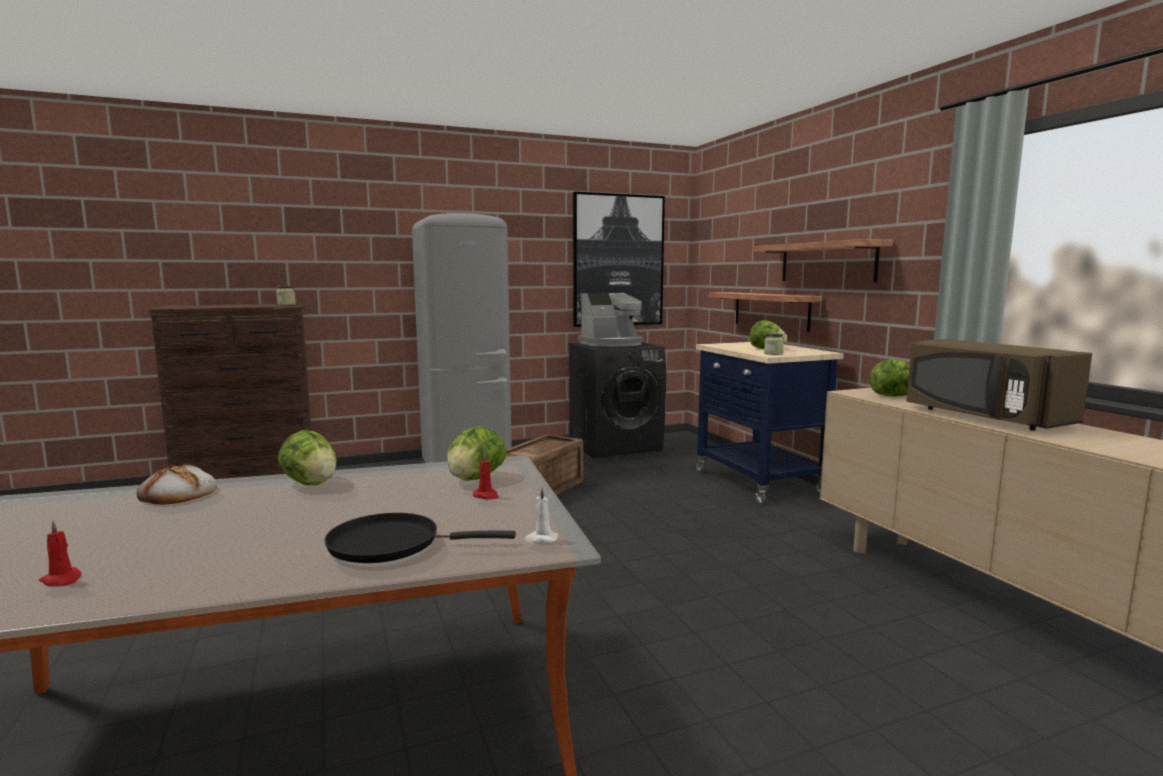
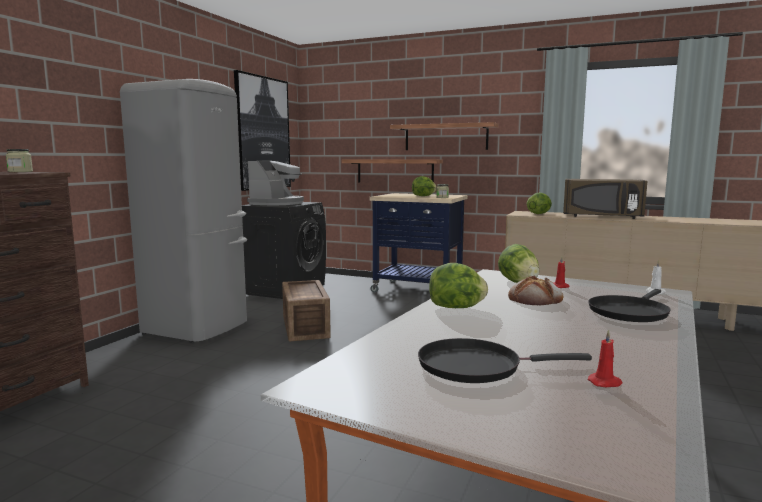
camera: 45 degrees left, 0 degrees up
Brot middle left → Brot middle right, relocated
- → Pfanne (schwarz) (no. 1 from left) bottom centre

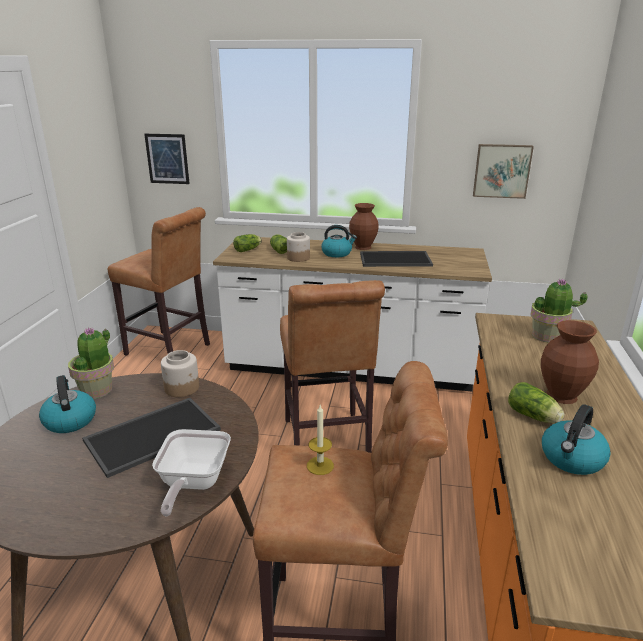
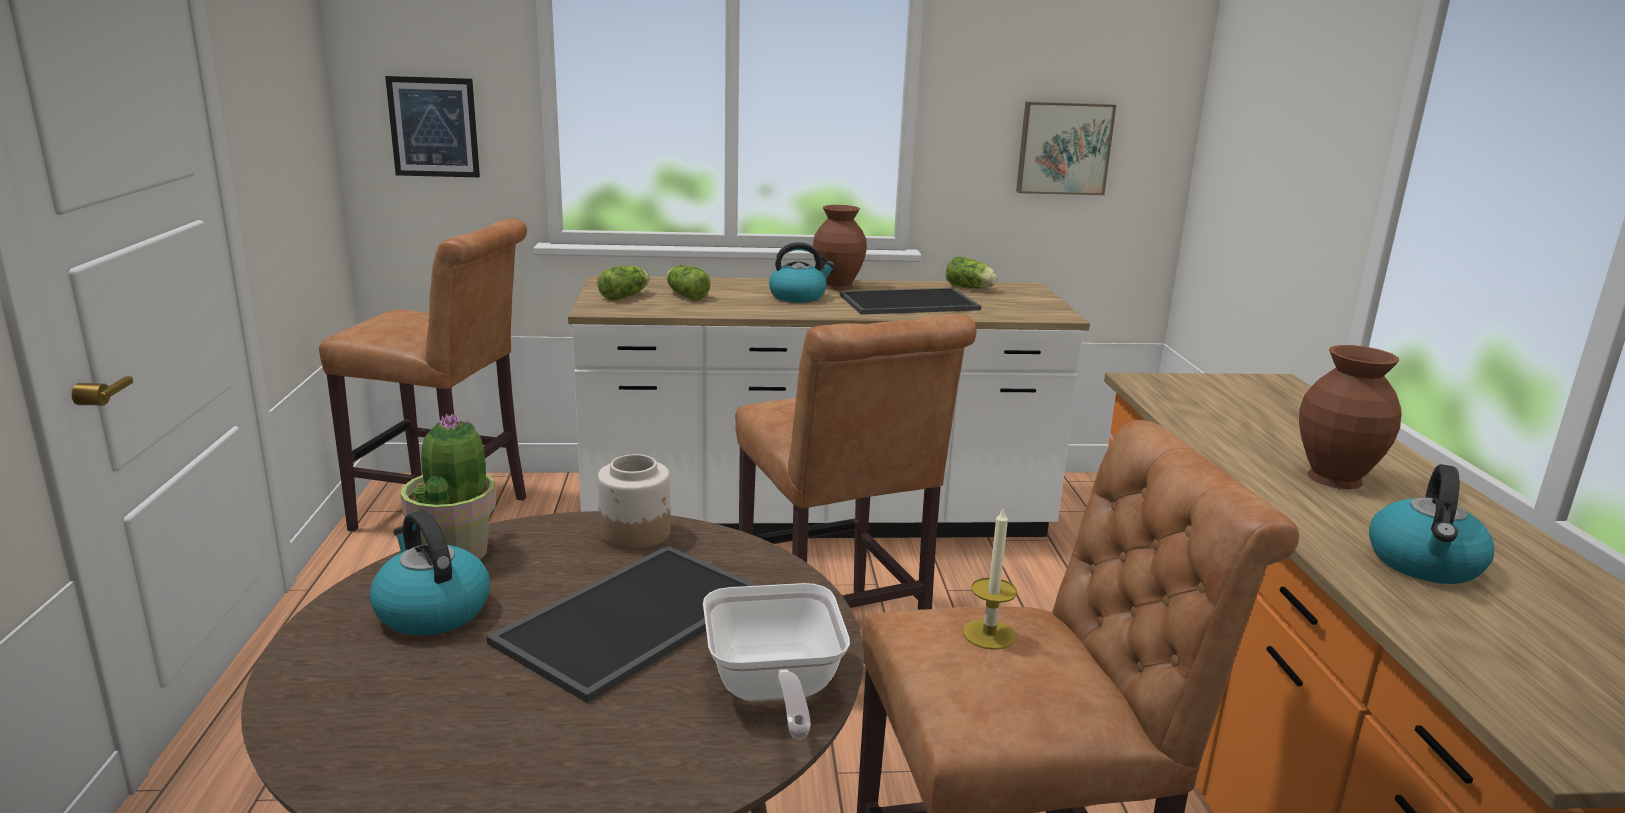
camera: 15 degrees left, 5 degrees down
Vorratsglas (no. 2 from left) centre → -
Salatkopf (no. 3 from left) middle right → Salatkopf (no. 3 from left) centre, relocated
Topfpflanze (no. 2 from left) middle right → -

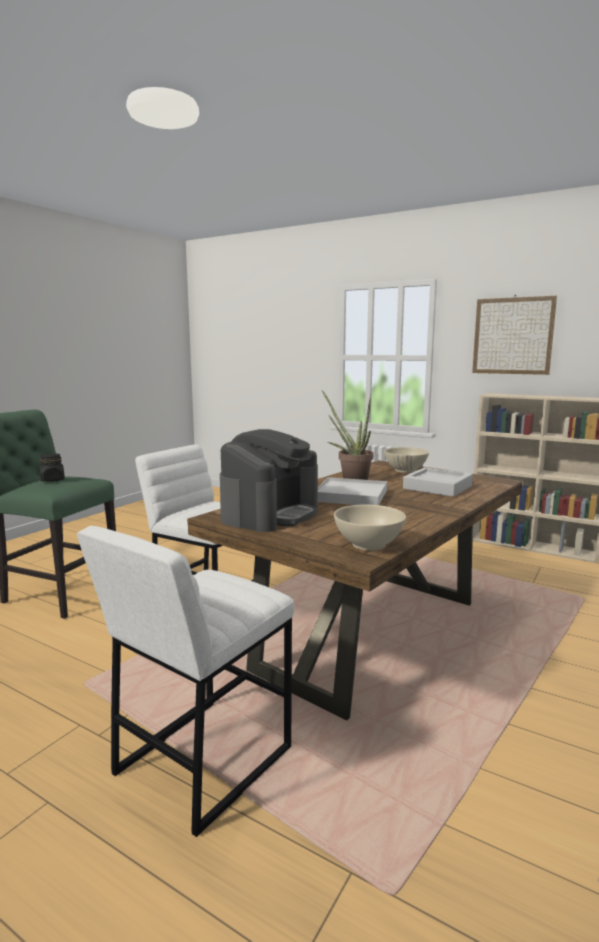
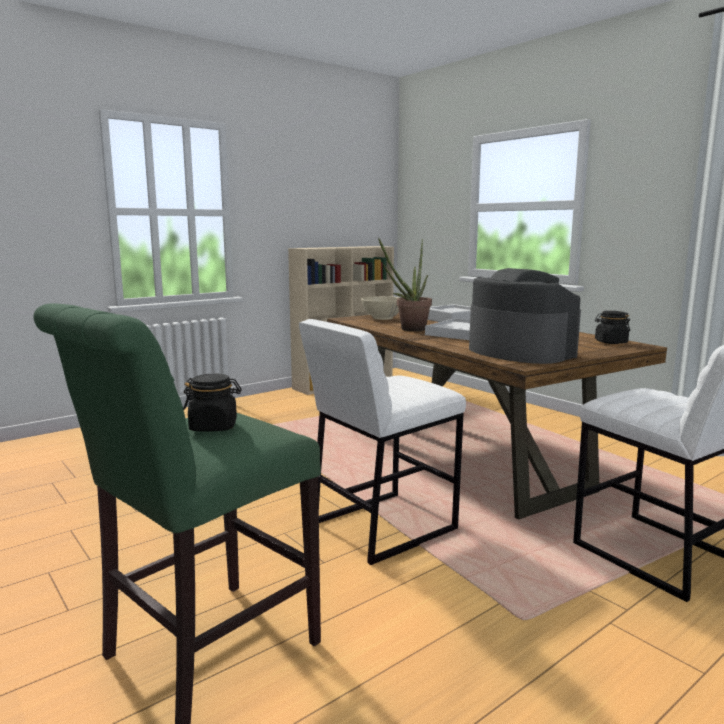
camera: 70 degrees left, 0 degrees up
Schüssel (beige) (no. 1 from left) centre → Vorratsglas (schwarz) (no. 2 from left) middle right
Bild middle right → -

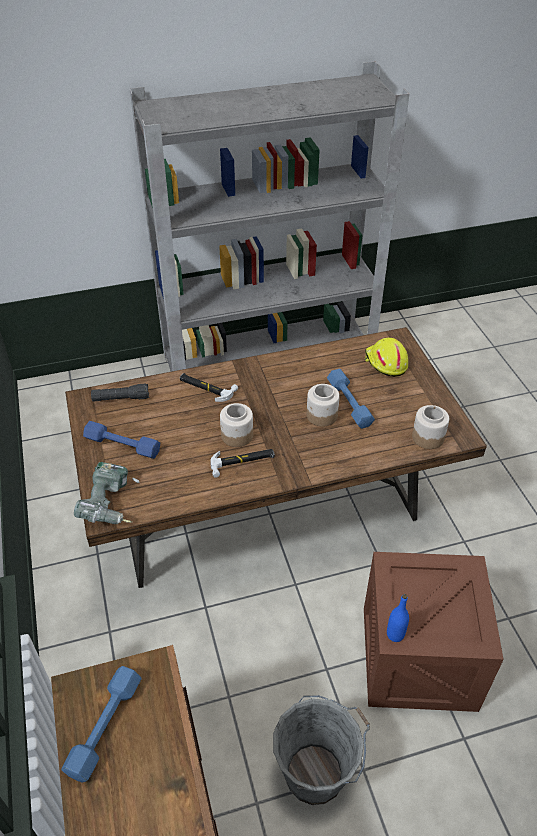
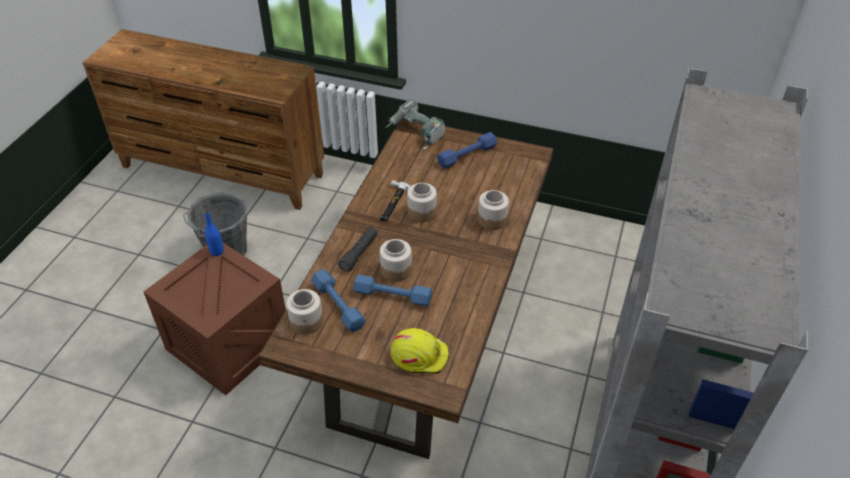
camera: 125 degrees right, 0 degrees up
Hantel (blau) (no. 1 from left) bottom left → Hantel (blau) (no. 1 from left) centre, relocated
Taschenlampe (schwarz) middle left → Taschenlampe (schwarz) centre, relocated
Hammer (no. 1 from left) centre → Vorratsglas (no. 4 from left) centre

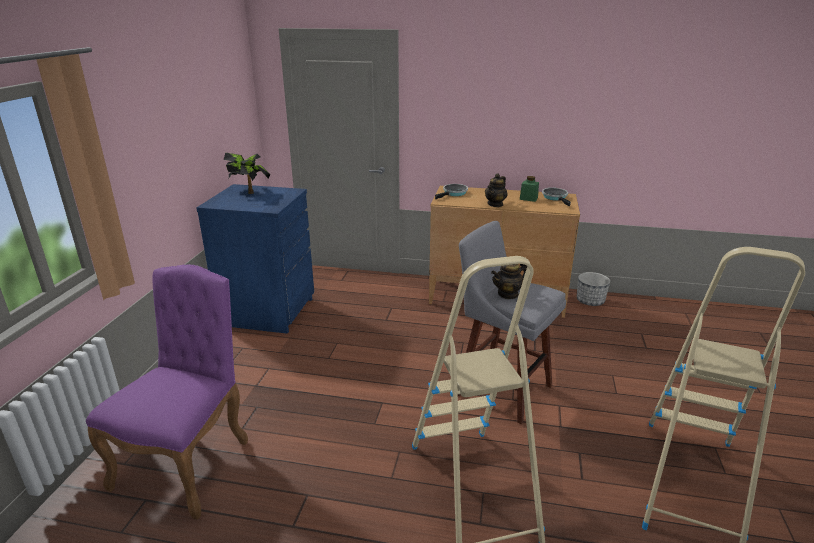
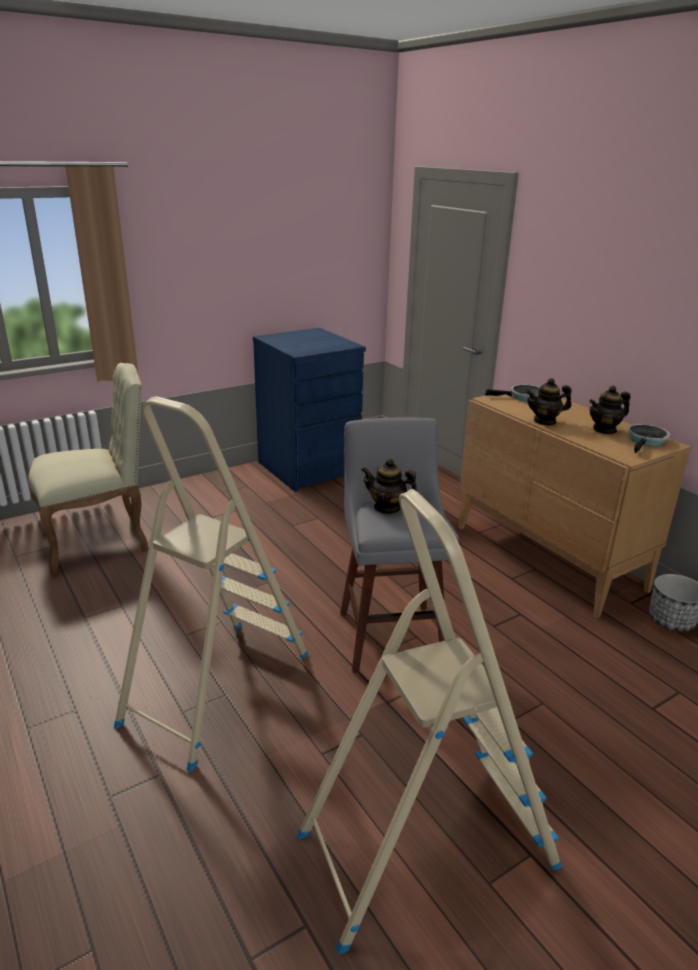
camera: 45 degrees right, 0 degrees up
Stuhl (lila) bottom left → Stuhl (beige) middle left
Topfpflanze top left → -
Vorratsglas (grün) centre → Teekanne (no. 3 from left) middle right

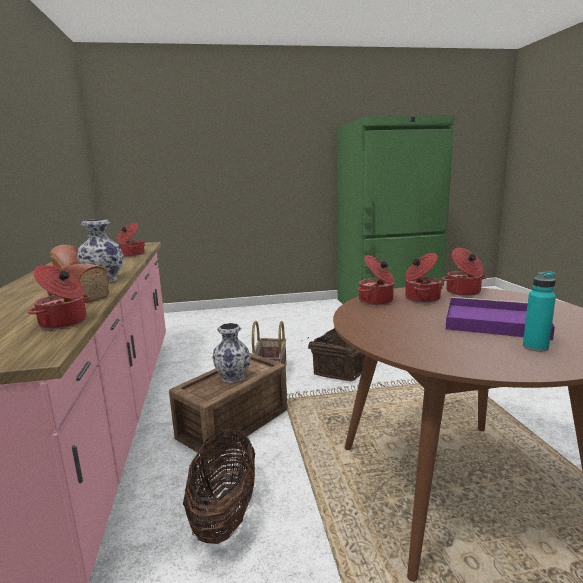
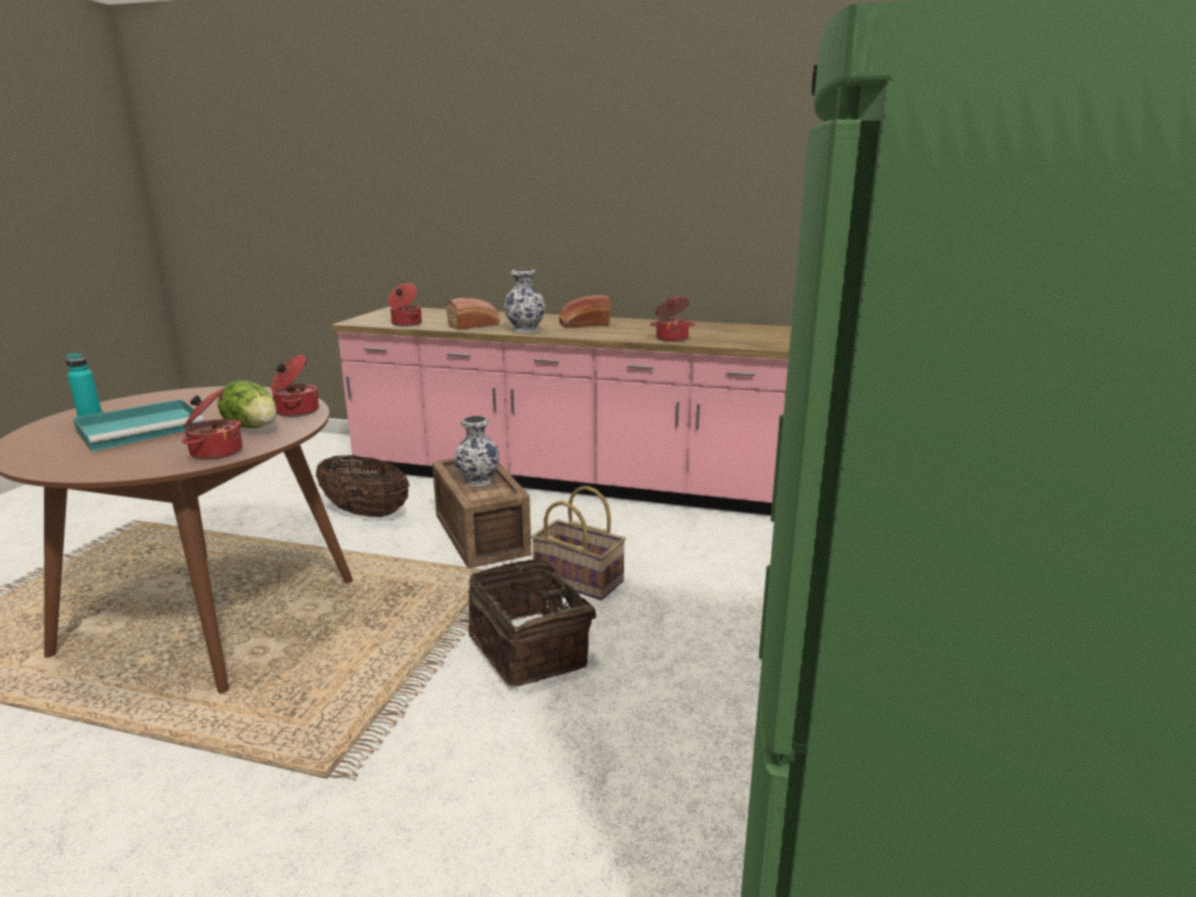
camera: 115 degrees right, 5 degrees up
Kochtopf (no. 4 from left) middle right → Salatkopf middle left
Tablett (lila) middle right → Tablett (türkis) middle left

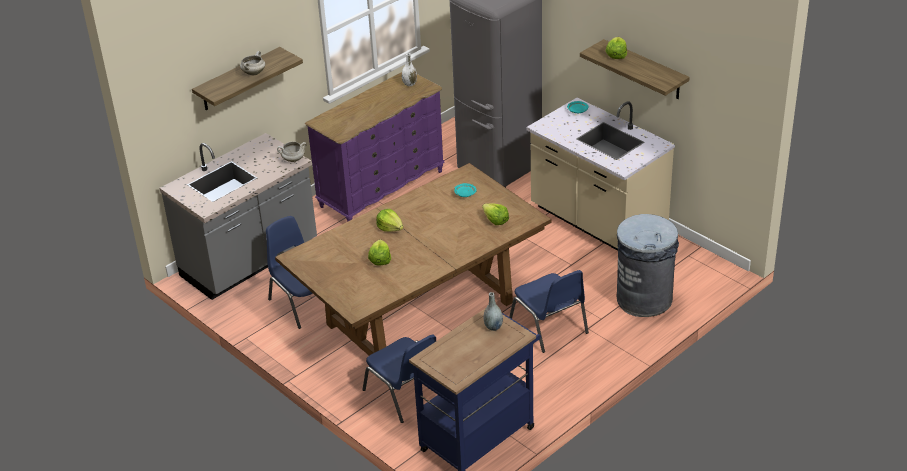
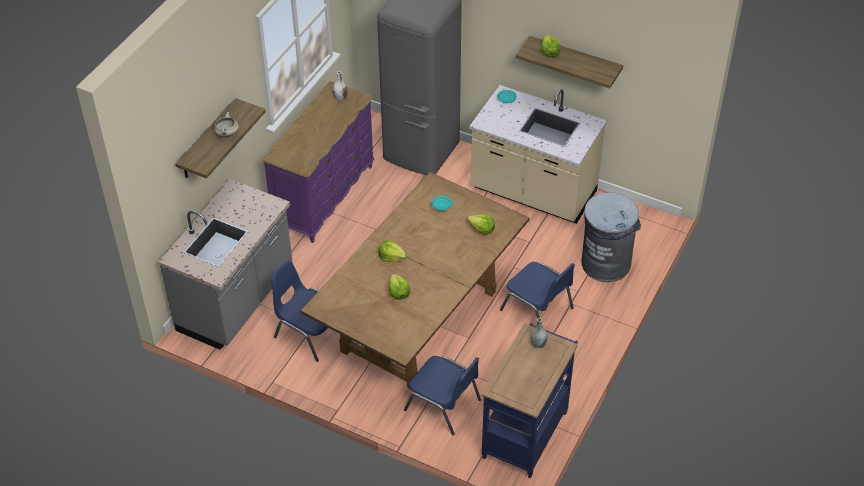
camera: 20 degrees left, 10 degrees up
Kochtopf (weiß) (no. 2 from left) top left → -

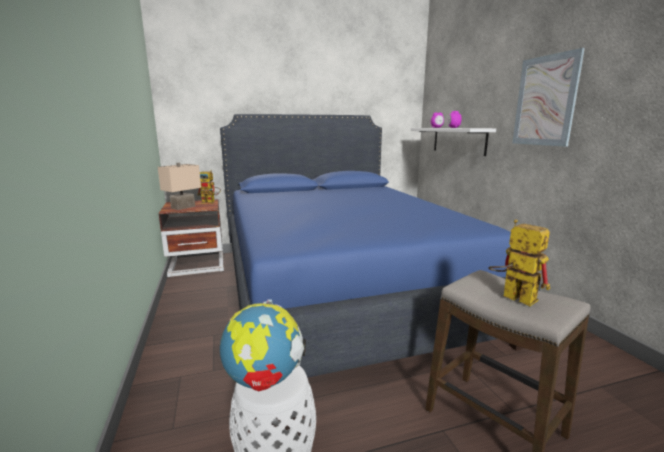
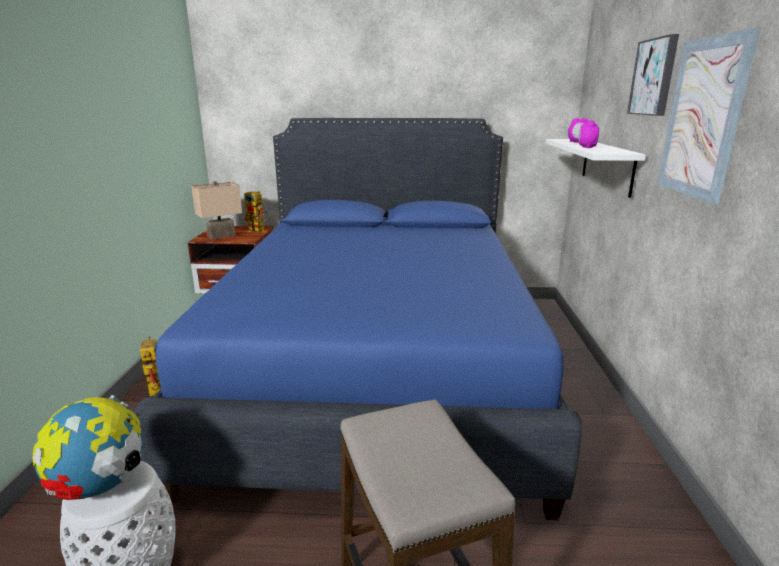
camera: 20 degrees right, 5 degrees up
Spielzeugroboter (no. 2 from left in the first image) middle right → Spielzeugroboter (no. 1 from left) middle left, relocated
- → Bild (no. 1 from left) top right

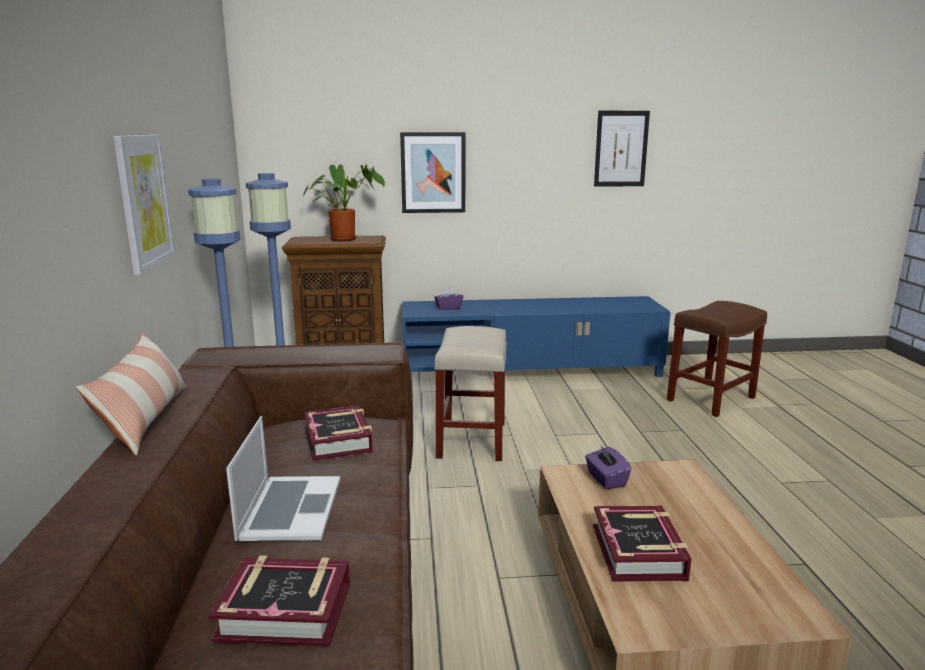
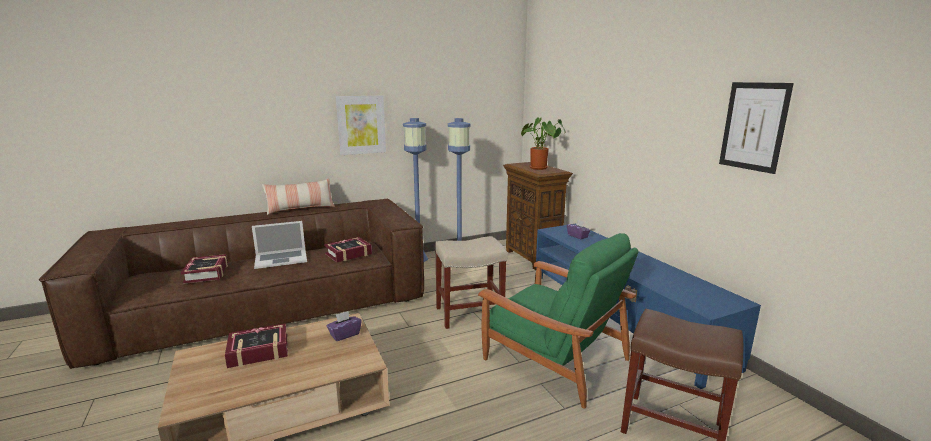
camera: 70 degrees right, 0 degrees up
Bild (no. 2 from left) top centre → -
- → Sessel (grün) bottom centre

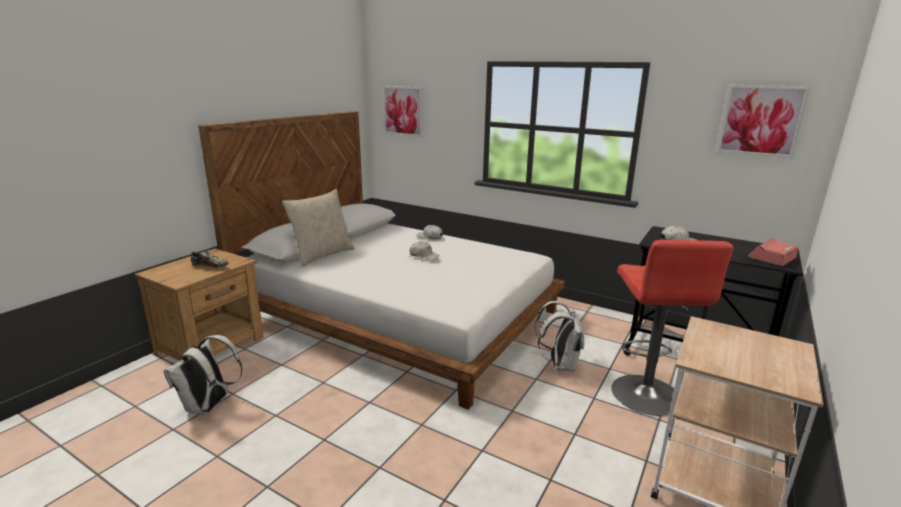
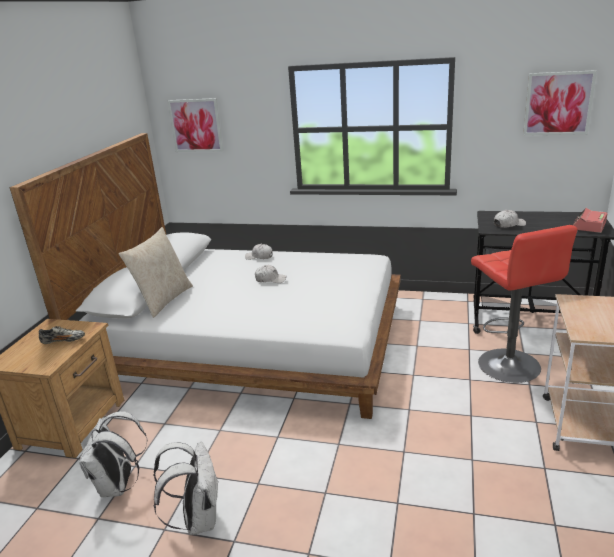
camera: 15 degrees left, 5 degrees up
Rucksack (weiß) (no. 2 from left) centre → Rucksack (weiß) (no. 2 from left) bottom left, relocated

